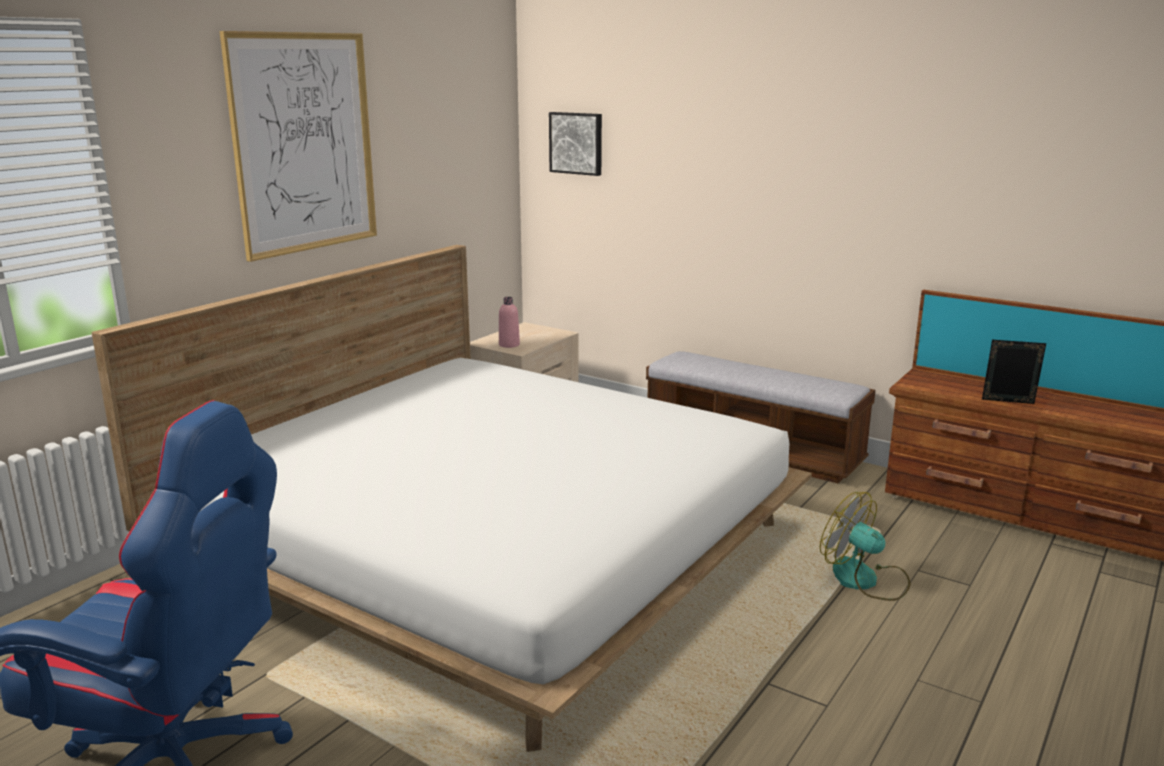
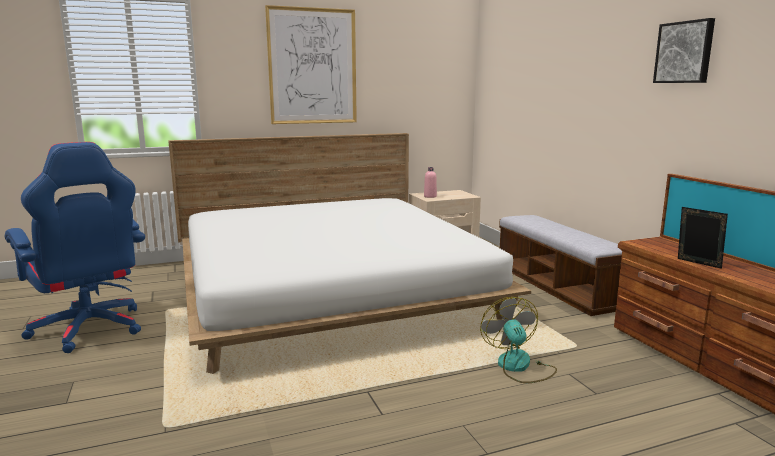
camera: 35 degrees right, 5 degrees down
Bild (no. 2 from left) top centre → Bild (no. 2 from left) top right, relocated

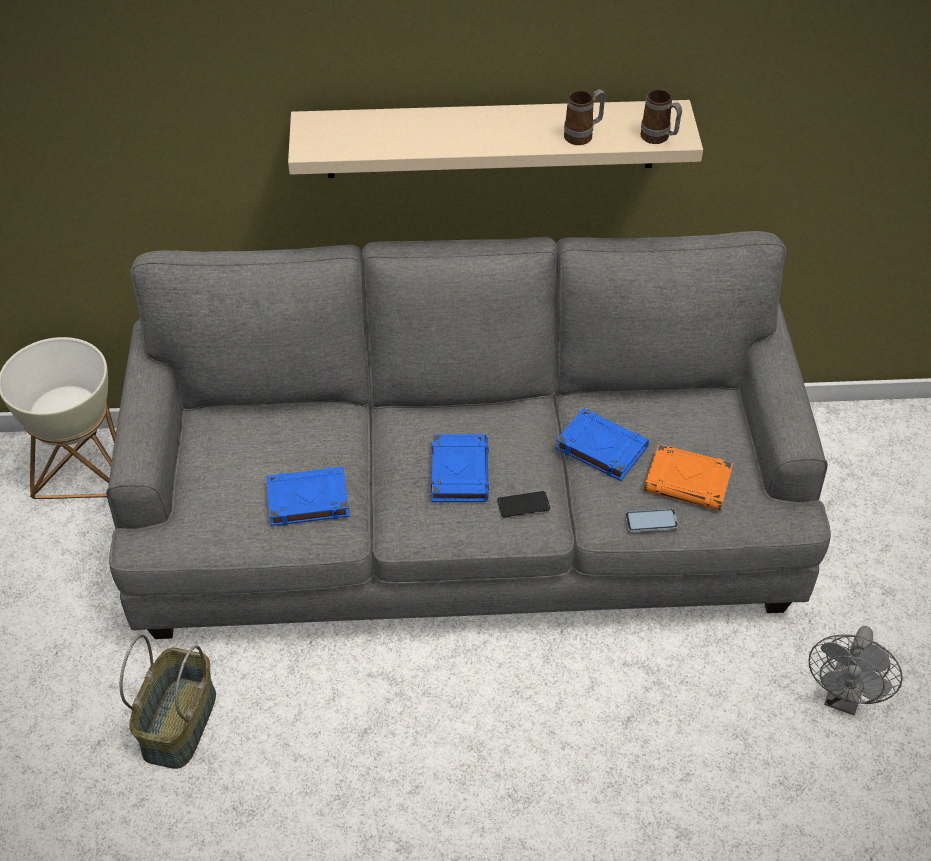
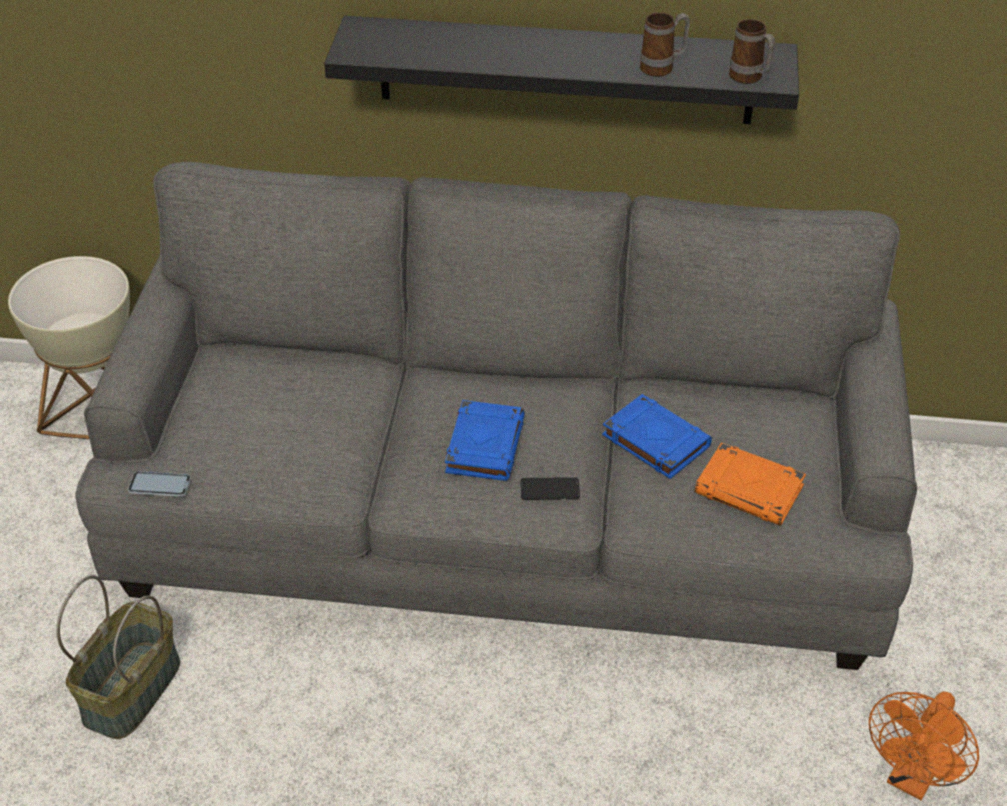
camera: 10 degrees right, 5 degrees down
Buch (blau) (no. 1 from left) middle left → -
Wandregal (beige) top centre → Wandregal (schwarz) top centre
Handy (no. 2 from left in the first image) middle right → Handy (no. 1 from left) middle left, relocated
Ventilator (grau) bottom right → Ventilator (orange) bottom right

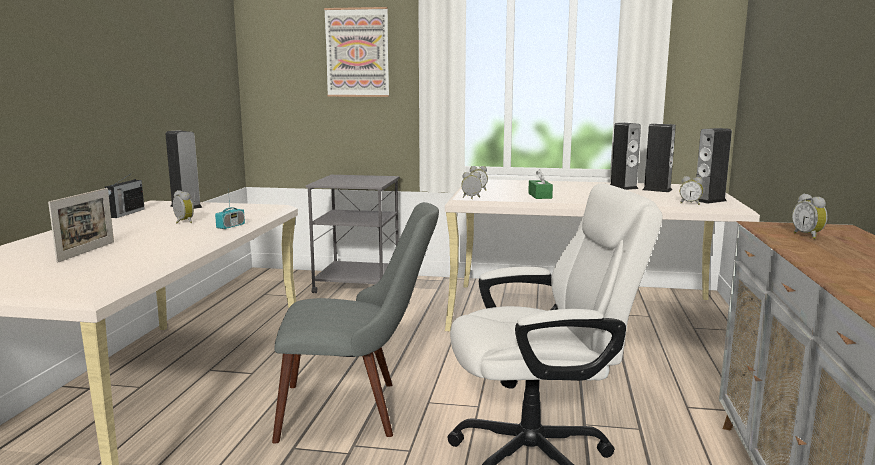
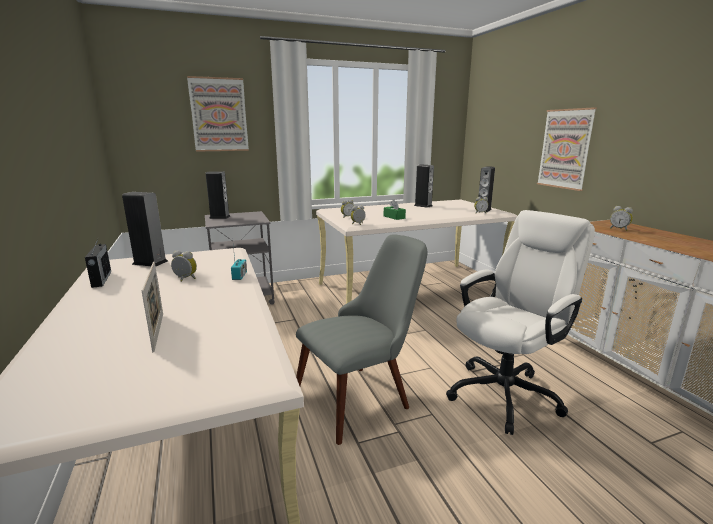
camera: 30 degrees left, 5 degrees up
Lautsprecher (no. 3 from left in the first image) middle right → Lautsprecher (no. 2 from left) middle left, relocated
- → Bild (no. 2 from left) top right

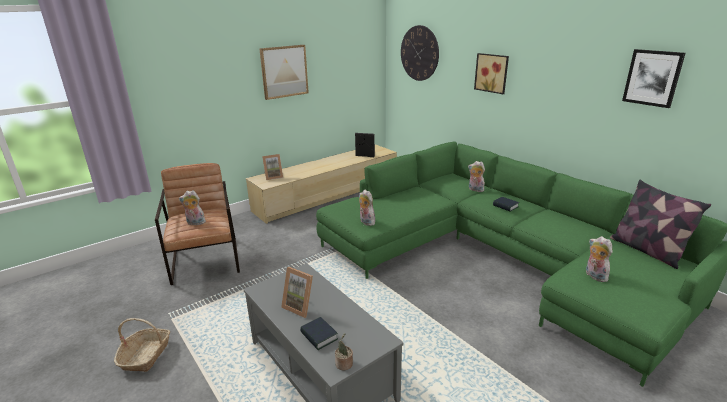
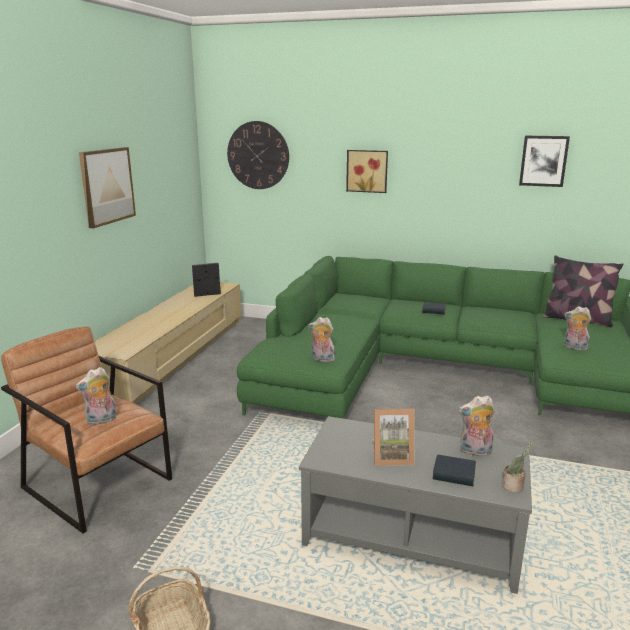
camera: 35 degrees left, 5 degrees down
Bilderrahmen (no. 1 from left) centre → -
Plüschtier (no. 3 from left) centre → Plüschtier (no. 3 from left) bottom right, relocated

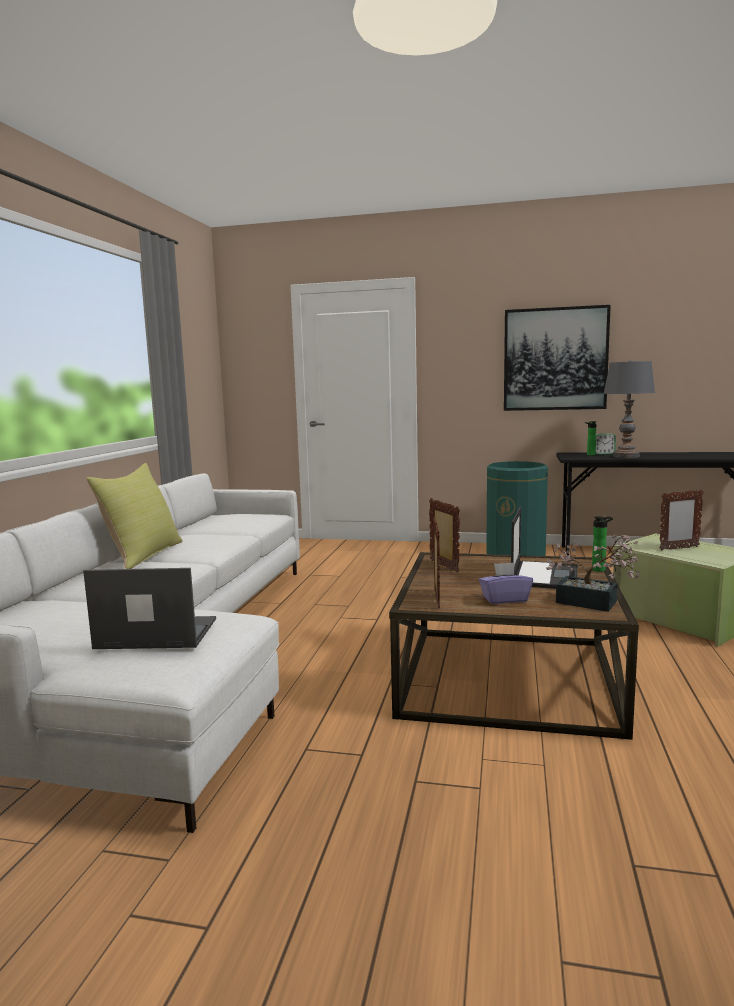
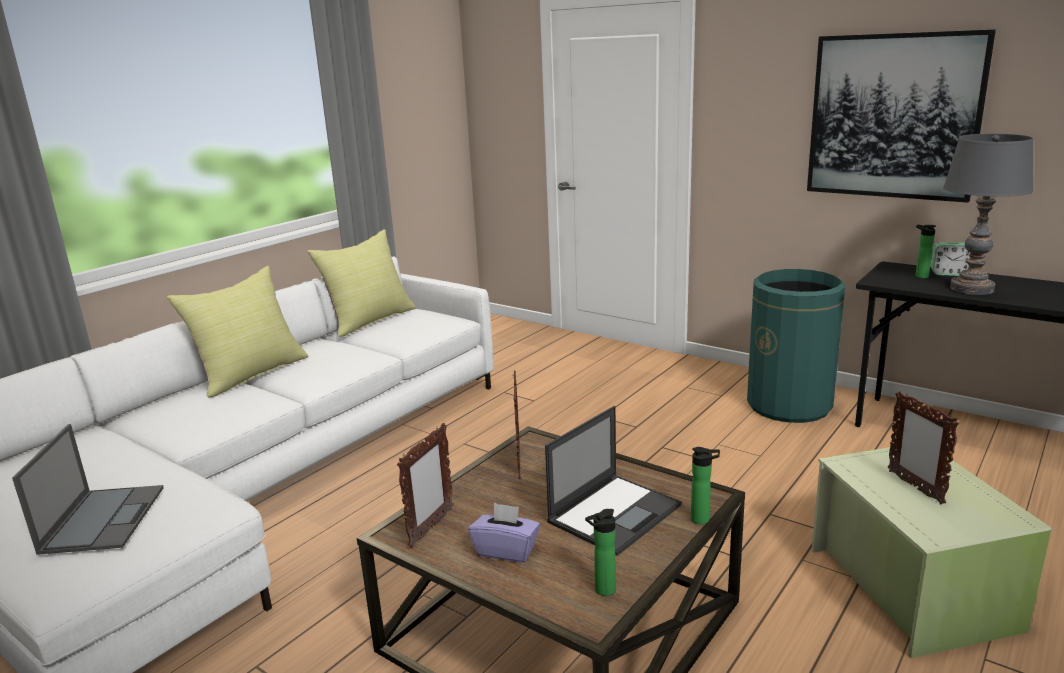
camera: 25 degrees right, 10 degrees up
Laptop (no. 1 from left) middle left → Laptop (no. 1 from left) bottom left, 60 degrees clockwise
Topfpflanze middle right → Flasche (no. 1 from left) bottom centre
Bilderrahmen (no. 3 from left) middle right, 60 degrees clockwise
- → Kissen (gelb) (no. 2 from left) centre

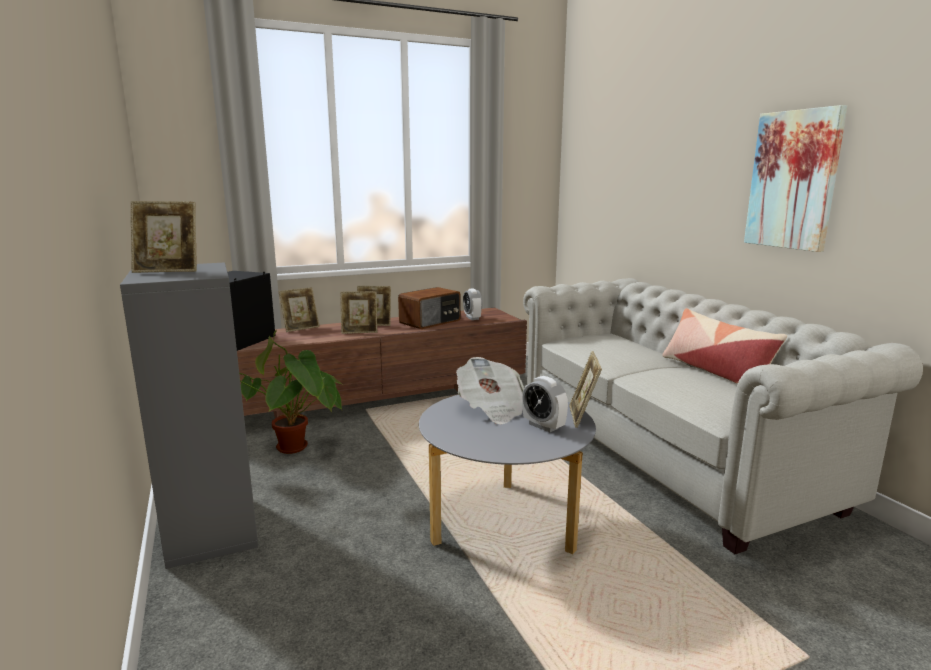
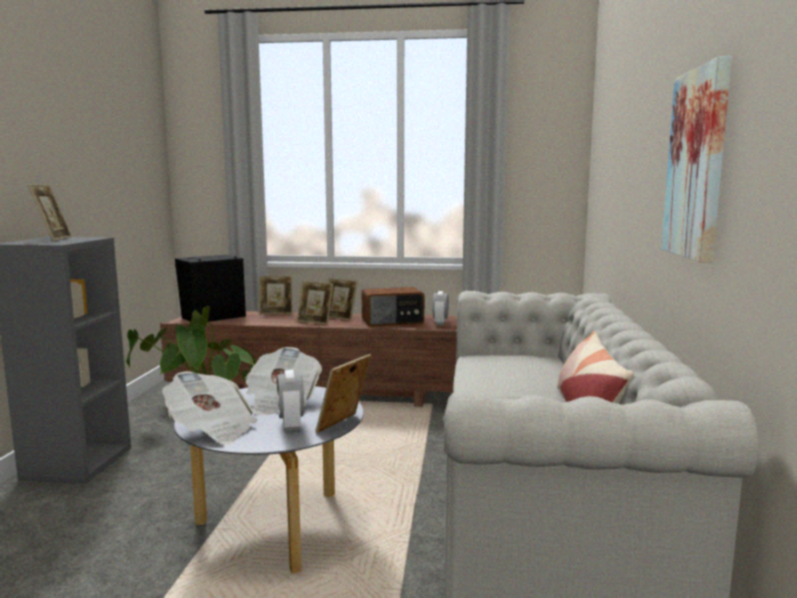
camera: 30 degrees right, 5 degrees down
Bilderrahmen (no. 1 from left) middle left, 120 degrees counterclockwise
- → Zeitung (no. 1 from left) bottom left

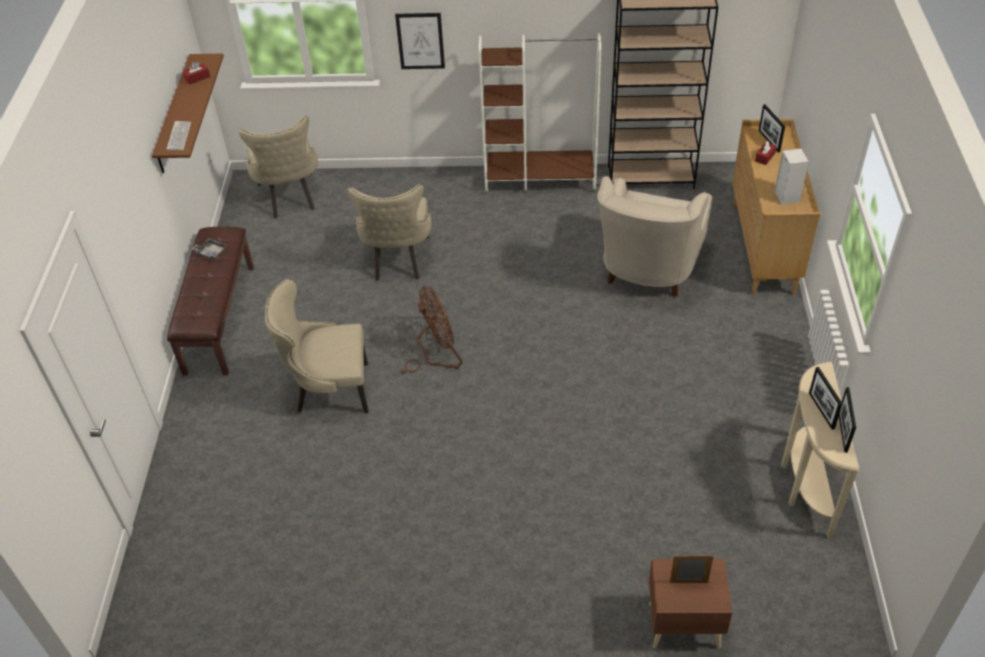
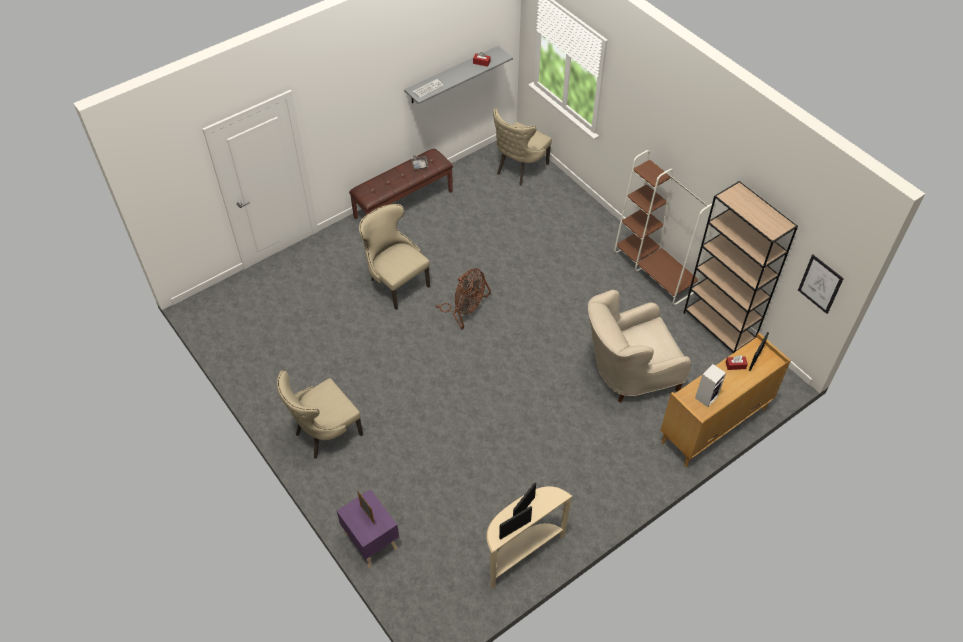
camera: 50 degrees right, 5 degrees up
Wandregal (braun) top left → Wandregal (grau) top centre
Stuhl (beige) (no. 3 from left in the first image) centre → Stuhl (beige) (no. 1 from left) middle left, relocated
Bild top centre → Bild middle right, relocated
Nachttisch (braun) bottom right → Nachttisch (lila) bottom centre

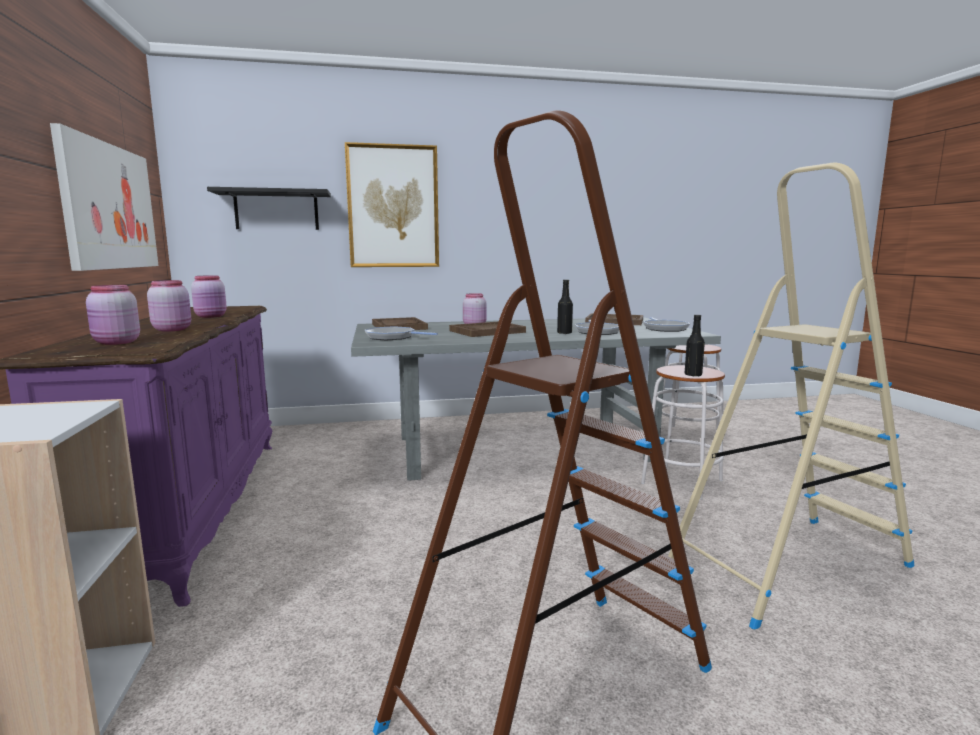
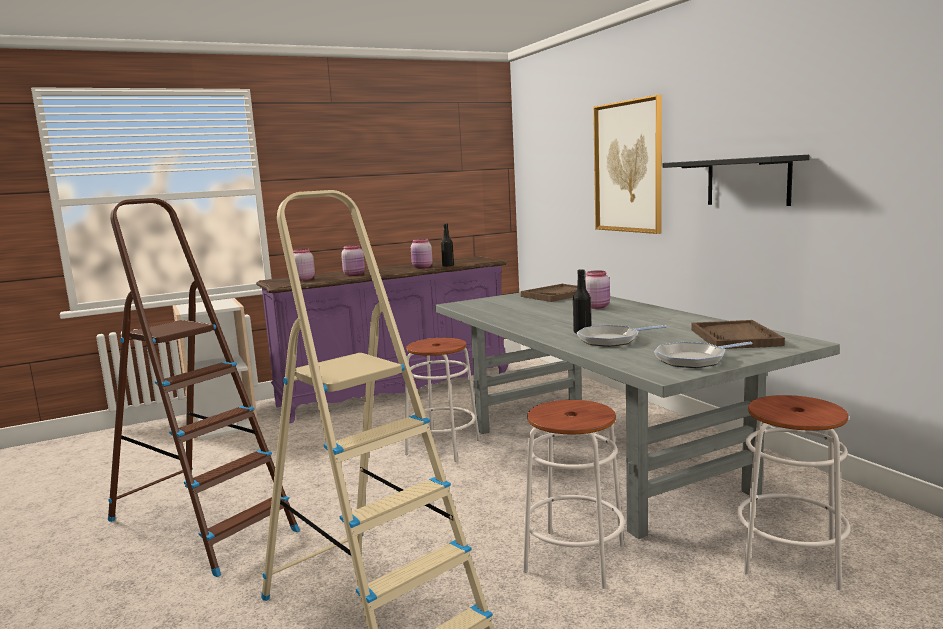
camera: 75 degrees right, 0 degrees up
Bild (no. 1 from left) top left → -
Wandregal (schwarz) top left → Wandregal (schwarz) top right, relocated
Pfanne (no. 1 from left) centre → -
Tablett (braun) (no. 2 from left) centre → -
Flasche (schwarz) (no. 2 from left in the first image) middle right → Flasche (schwarz) (no. 1 from left) centre, relocated
- → Hocker (weiß) (no. 1 from left) centre

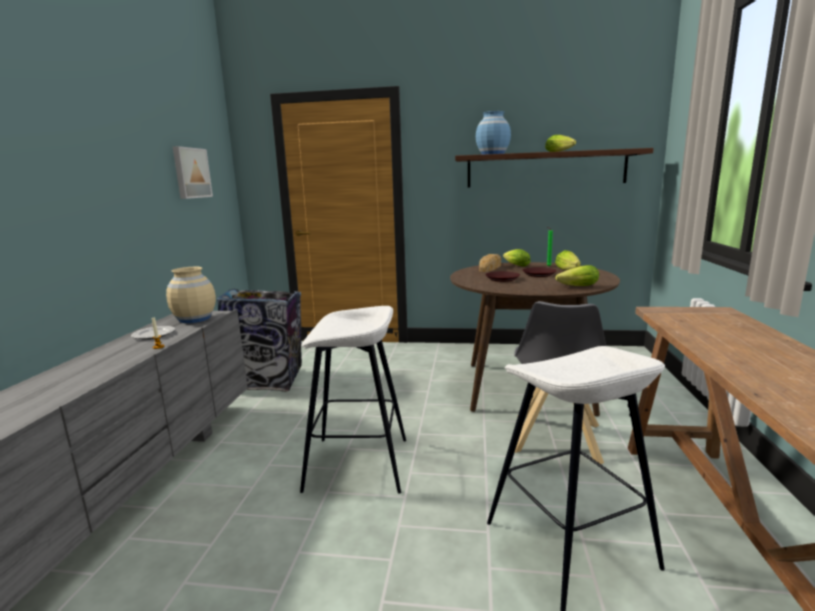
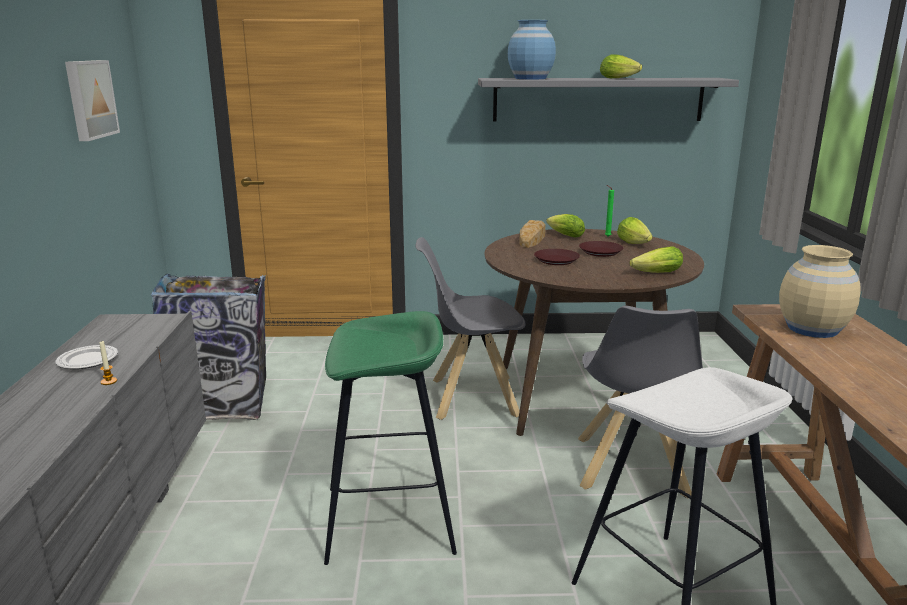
camera: 10 degrees left, 5 degrees up
Vase (beige) middle left → Vase (beige) middle right, relocated
Hocker (weiß) (no. 1 from left) centre → Hocker (grün) bottom centre
Wandregal (braun) top right → Wandregal (grau) top right
- → Stuhl (grau) (no. 1 from left) centre

